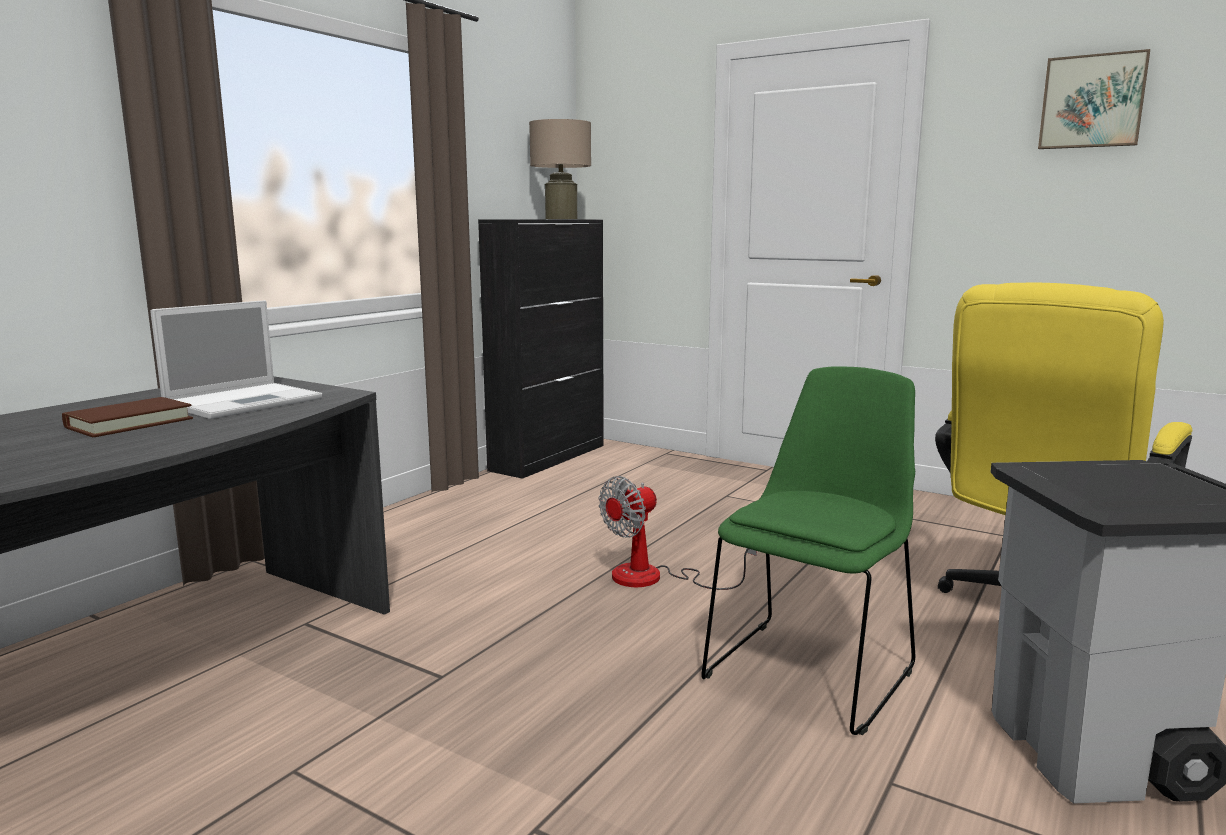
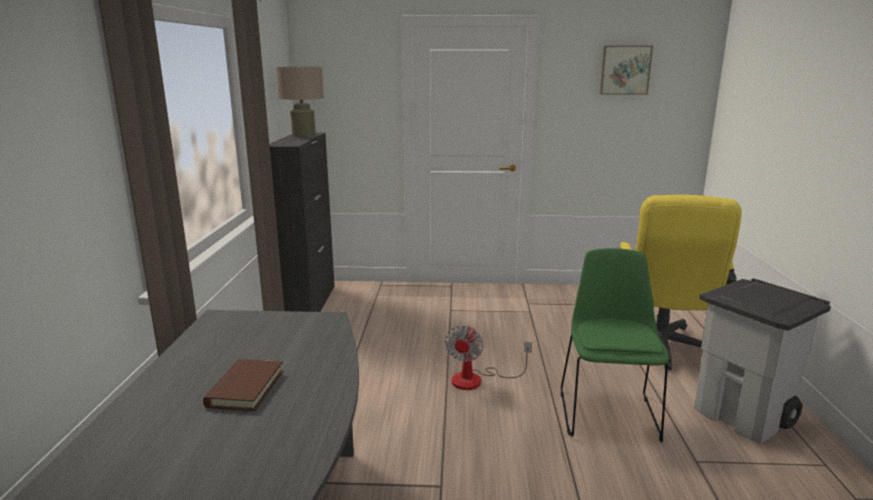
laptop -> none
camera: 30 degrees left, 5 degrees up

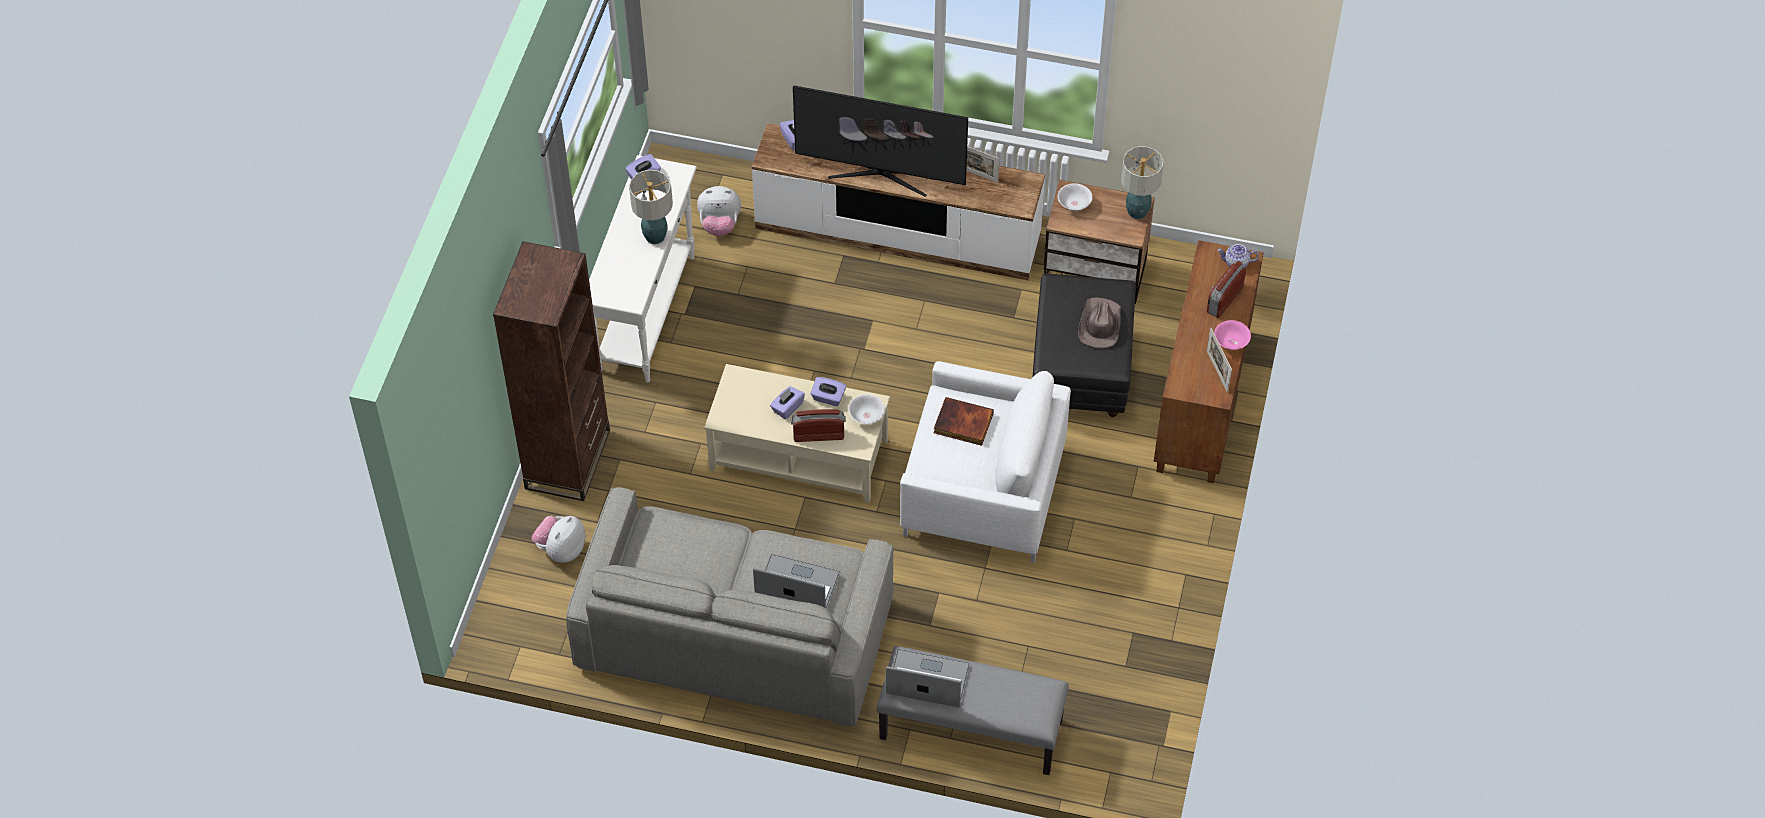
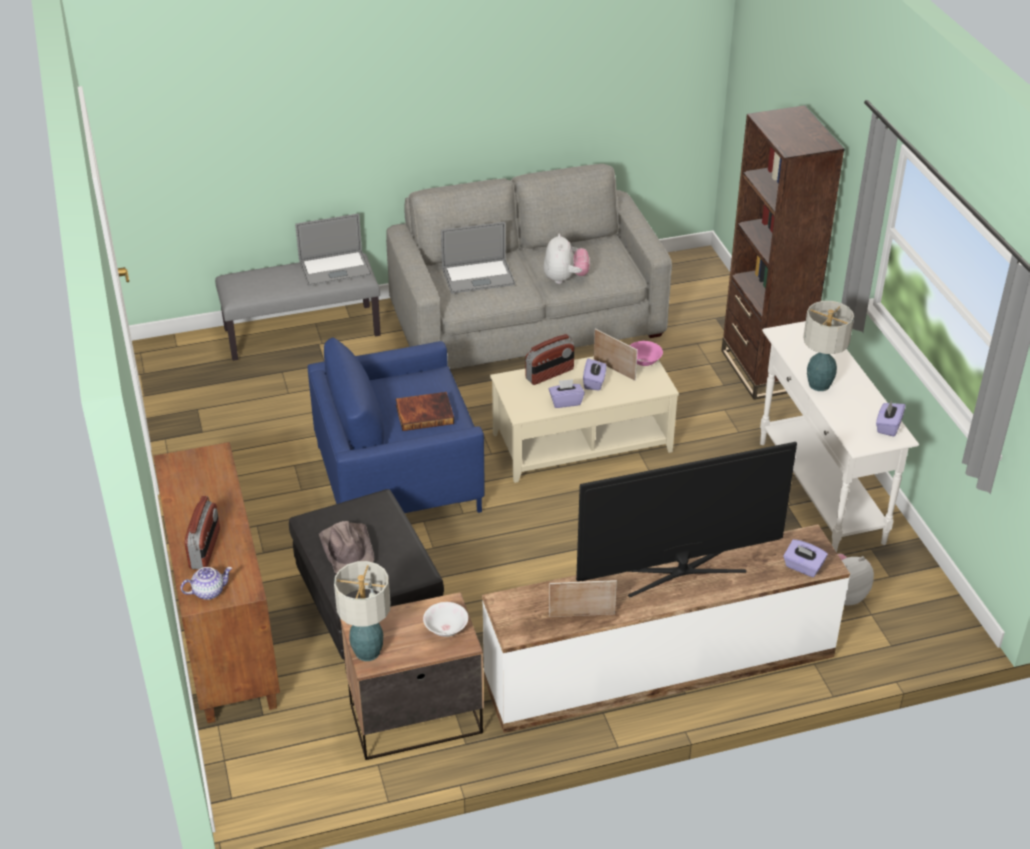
white-coloured armchair -> bluish armchair
cuddly toy (no. 1 from left), shifted
photo frame (no. 2 from left), shifted
pink bowl, shifted
white-coloured bowl (no. 1 from left) -> none
camera: 150 degrees right, 15 degrees down

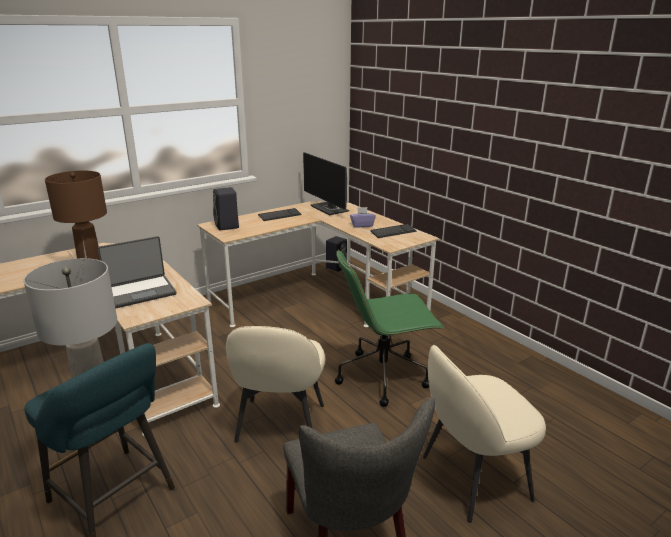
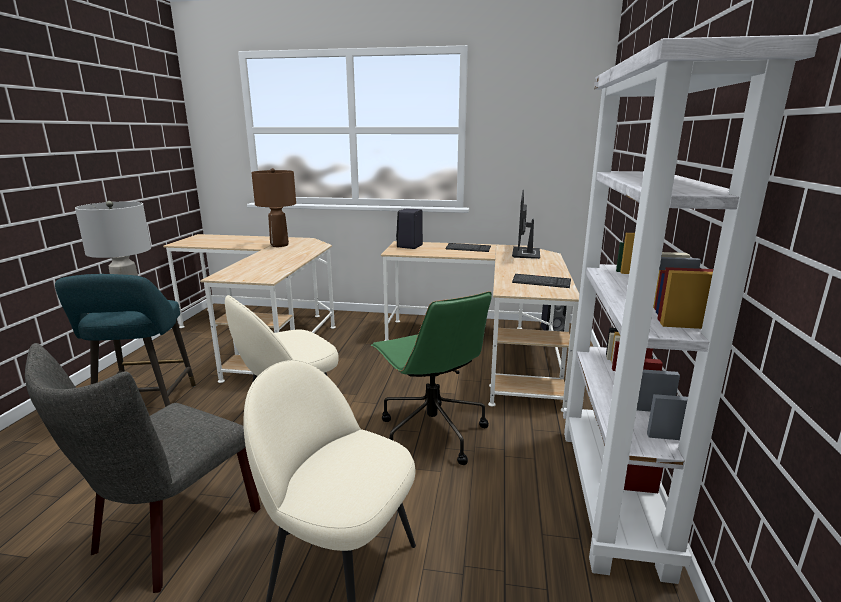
green-coloured computer chair, 150 degrees counterclockwise
none -> white-coloured shelving unit
laptop -> none
purple-coloured box of tissues -> none
camera: 45 degrees right, 5 degrees down

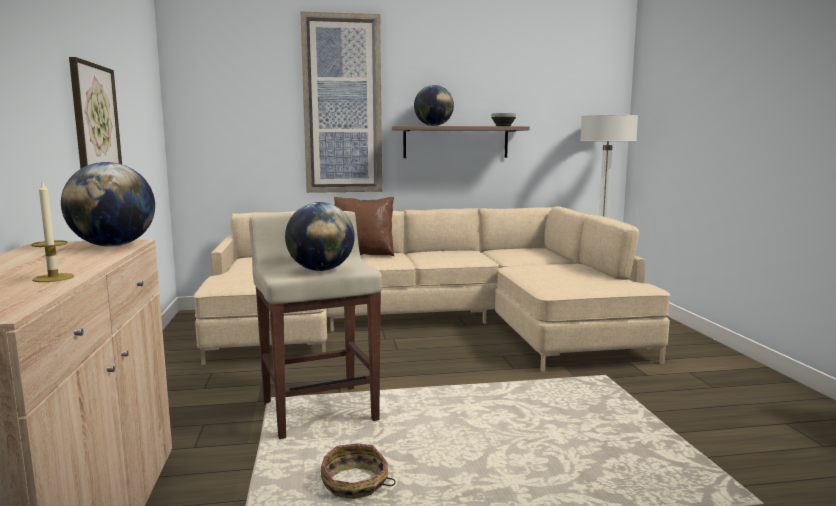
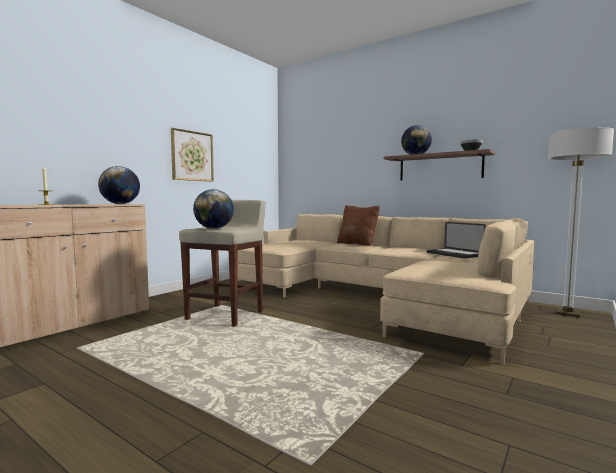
none -> laptop
wall picture (no. 2 from left) -> none
basket -> none
camera: 45 degrees right, 5 degrees down

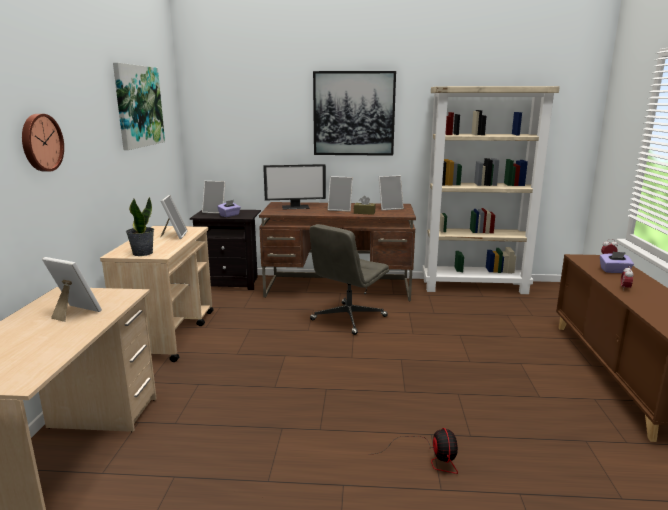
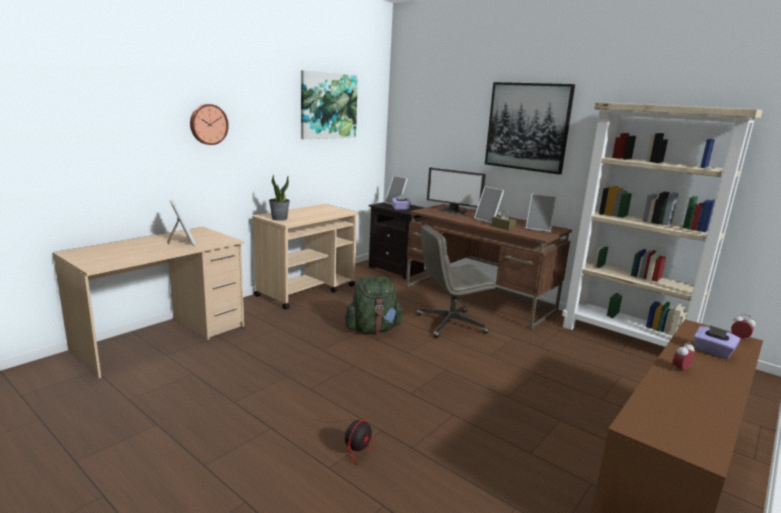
none -> green-coloured backpack
photo frame (no. 2 from left) -> none
camera: 35 degrees right, 0 degrees up

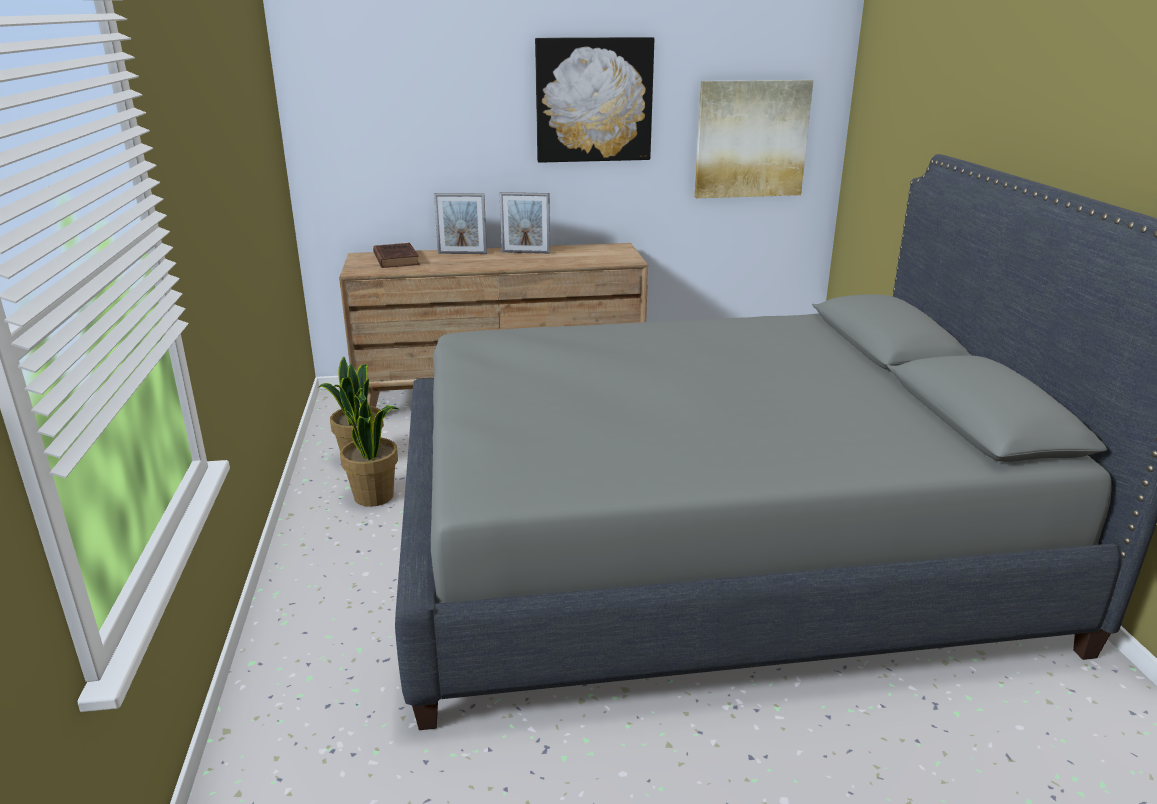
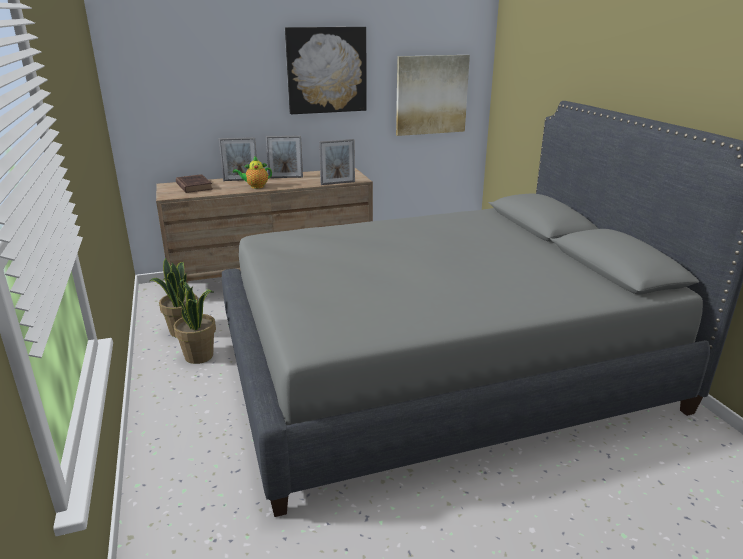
none -> teapot
none -> photo frame (no. 3 from left)
camera: 10 degrees left, 0 degrees up

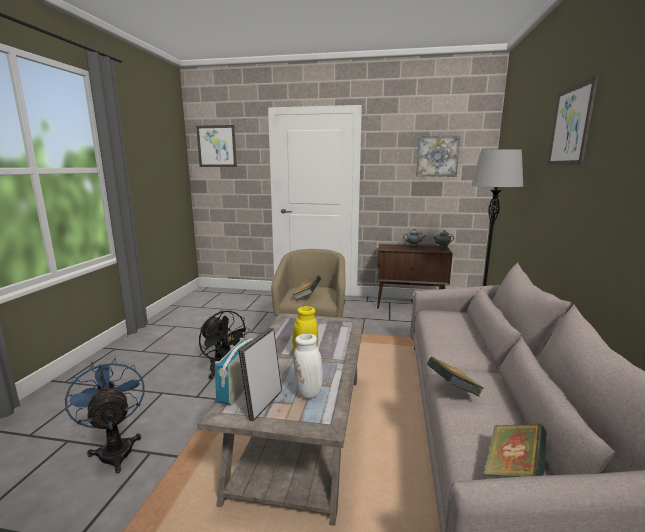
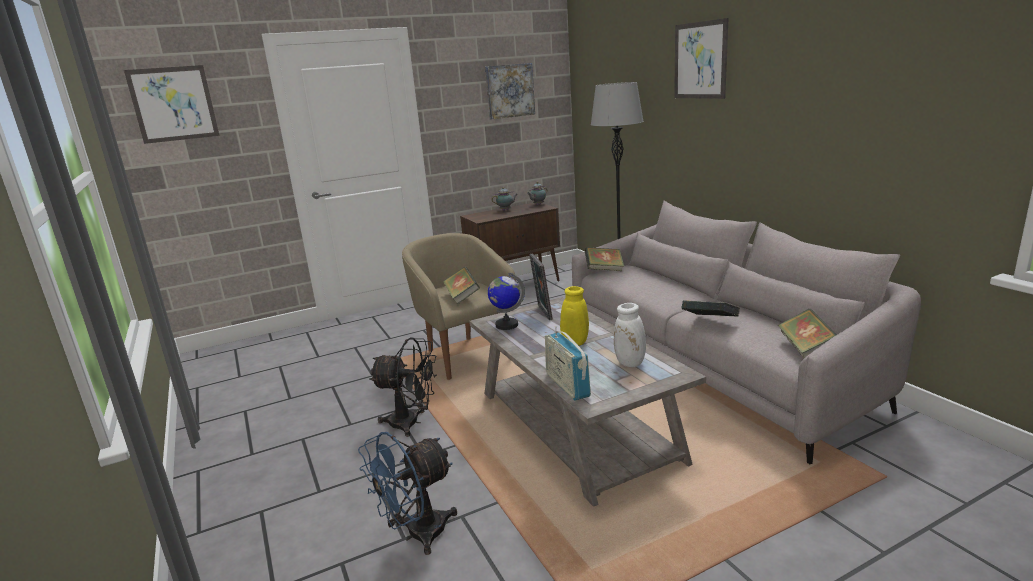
bluish fan, 60 degrees counterclockwise
none -> world globe
photo frame, shifted
none -> book (no. 2 from left)
camera: 35 degrees left, 5 degrees up

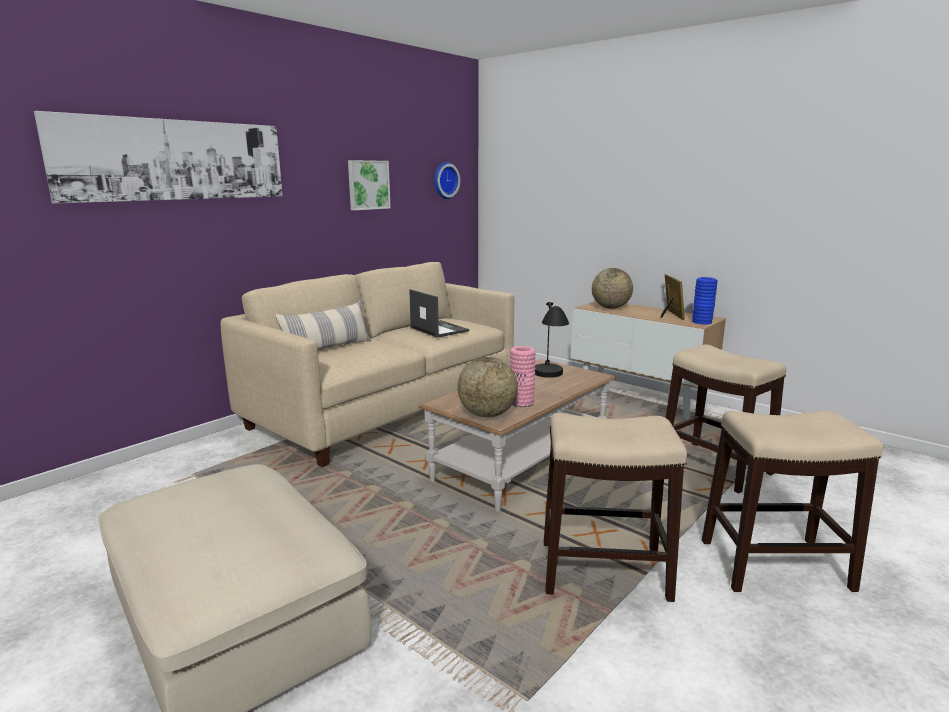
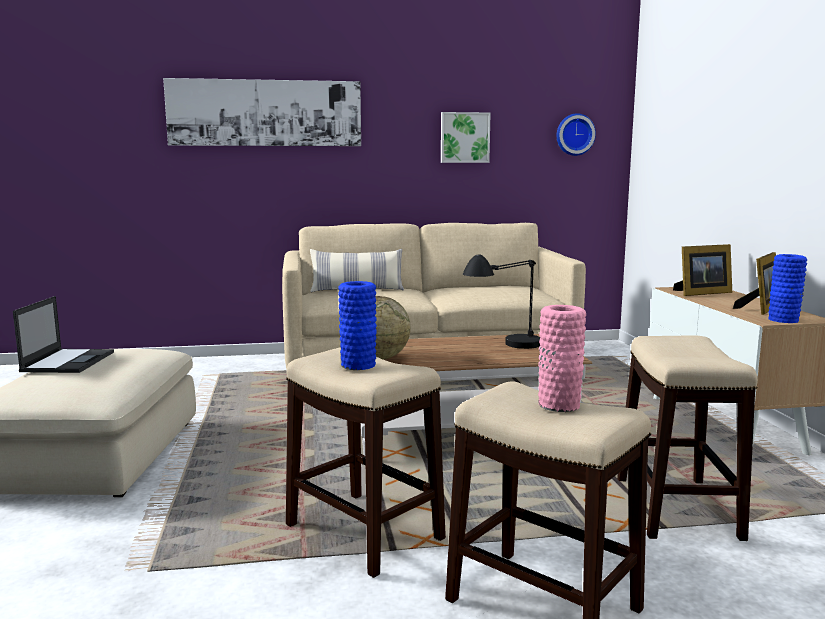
laptop, shifted
none -> bluish flower vase (no. 1 from left)
pink flower vase, shifted
world globe (no. 2 from left) -> photo frame (no. 1 from left)
camera: 40 degrees right, 5 degrees down

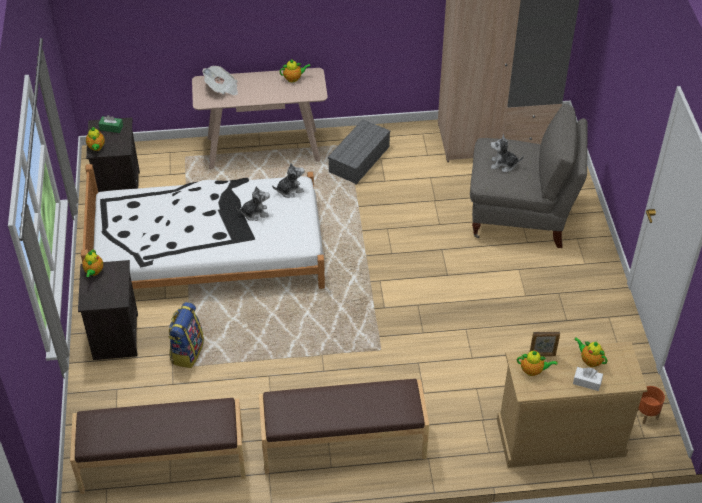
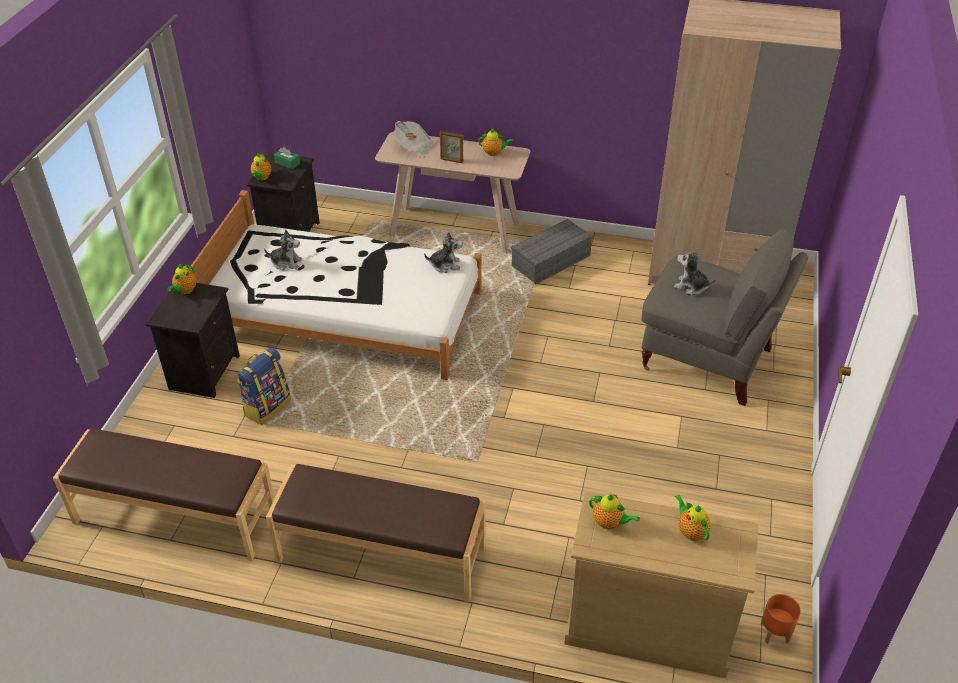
cuddly toy (no. 1 from left), shifted
photo frame, shifted
white-coloured box of tissues -> none
camera: 20 degrees right, 5 degrees down

